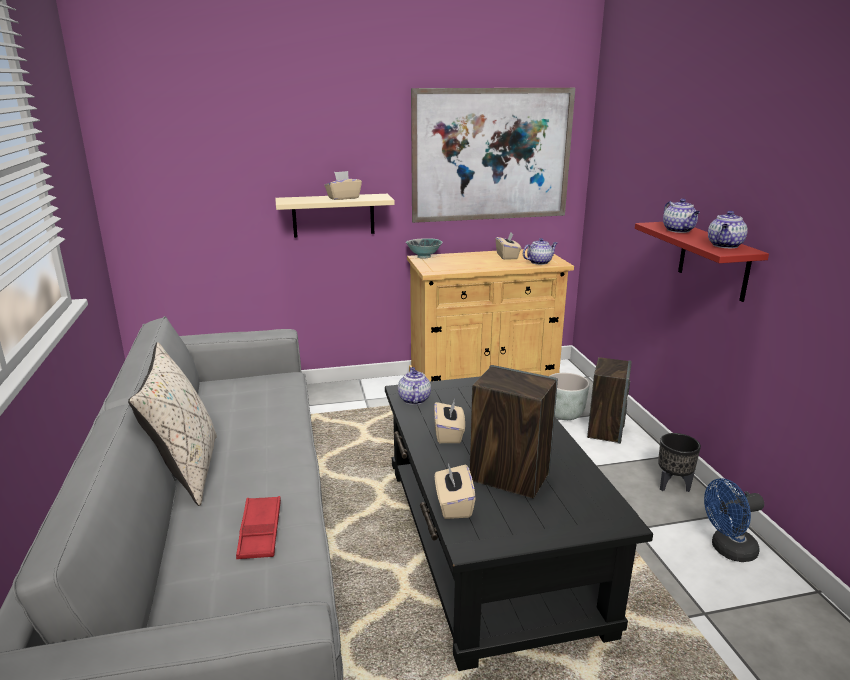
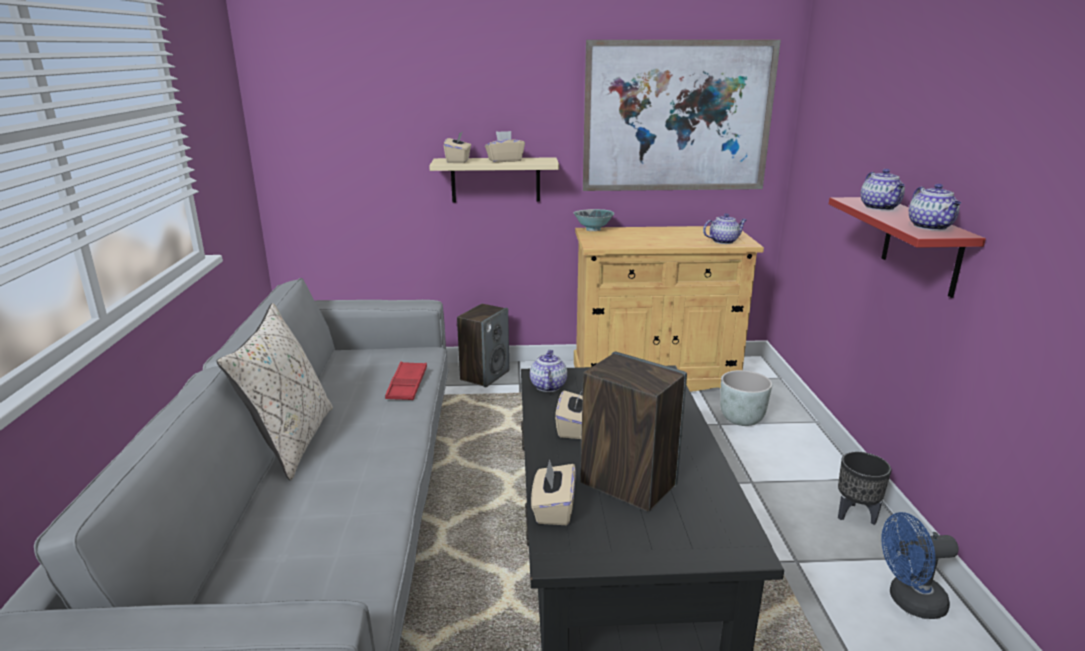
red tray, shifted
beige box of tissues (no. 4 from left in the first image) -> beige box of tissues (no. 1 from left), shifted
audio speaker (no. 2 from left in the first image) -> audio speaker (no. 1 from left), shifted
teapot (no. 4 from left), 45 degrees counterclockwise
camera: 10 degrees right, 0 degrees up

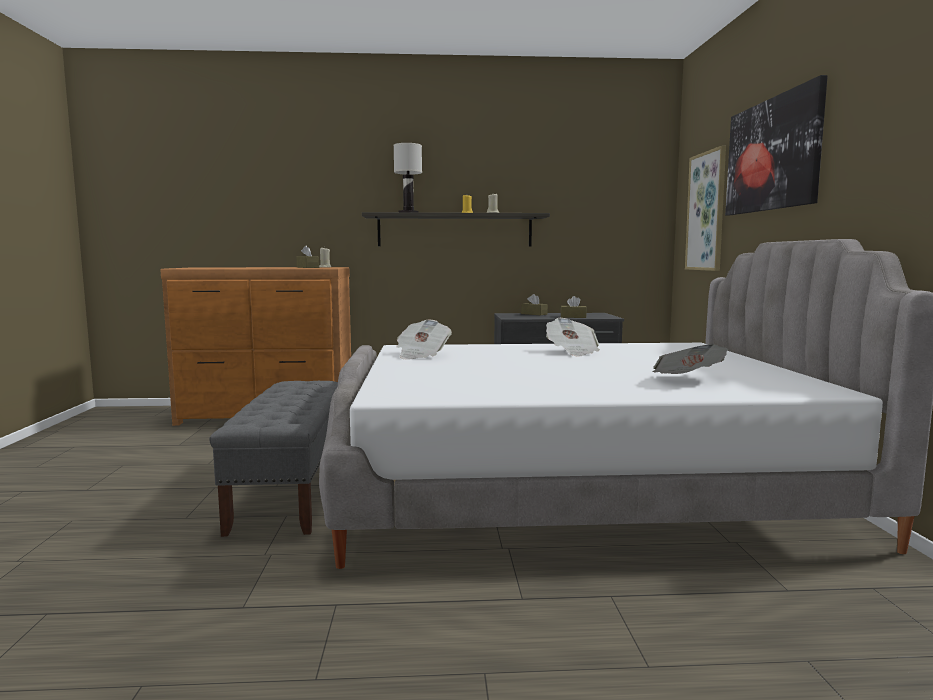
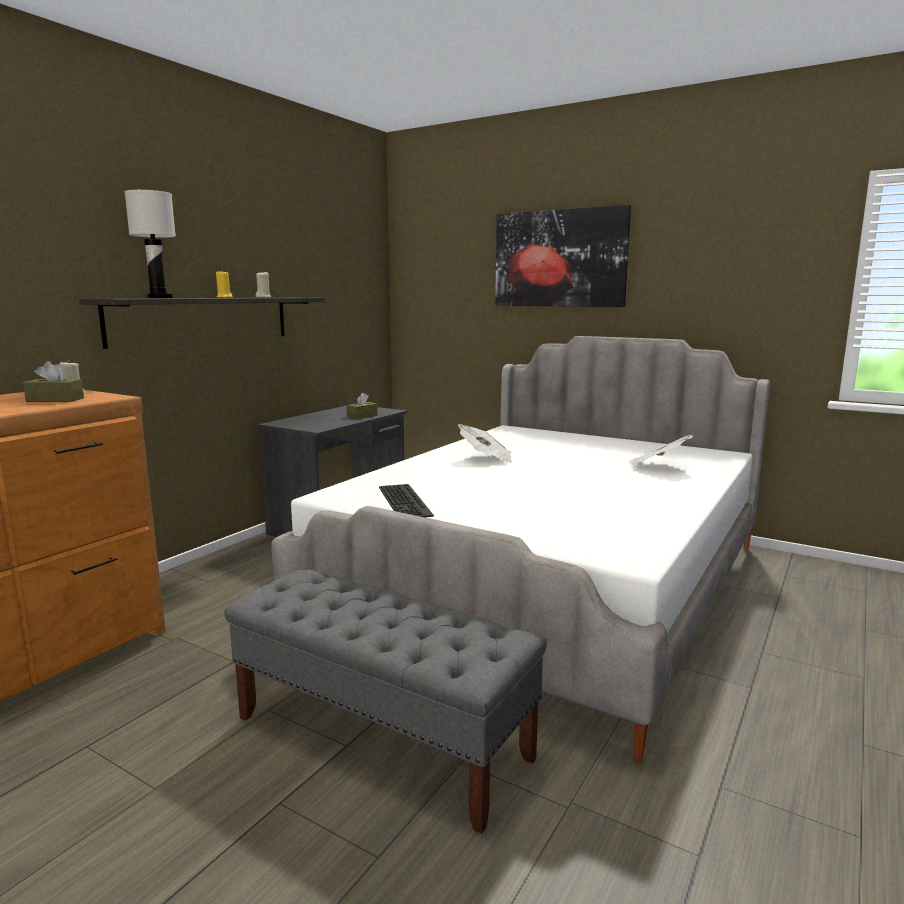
daily paper (no. 1 from left) -> PC keyboard
brown box of tissues (no. 2 from left) -> none
wall picture (no. 1 from left) -> none
camera: 55 degrees left, 5 degrees up

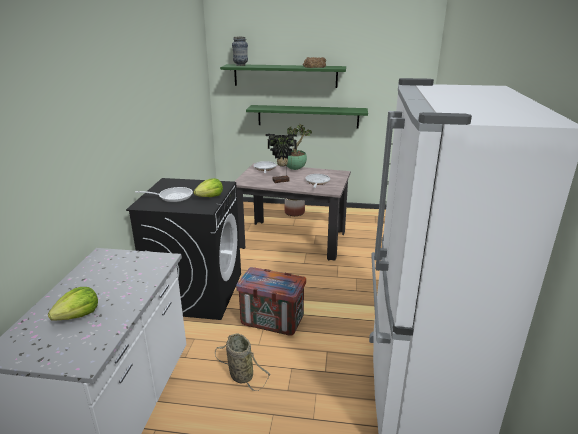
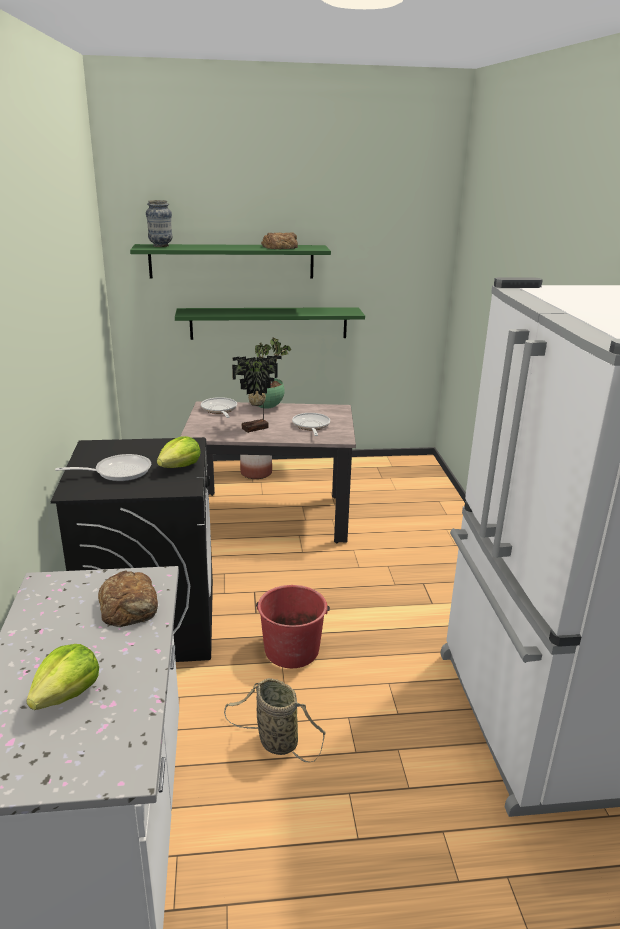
none -> bakery bread (no. 1 from left)
packing crate -> red pail
camera: 15 degrees left, 0 degrees up

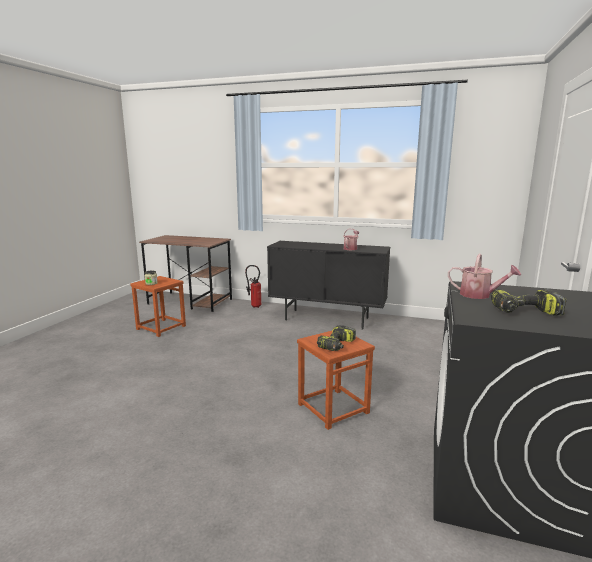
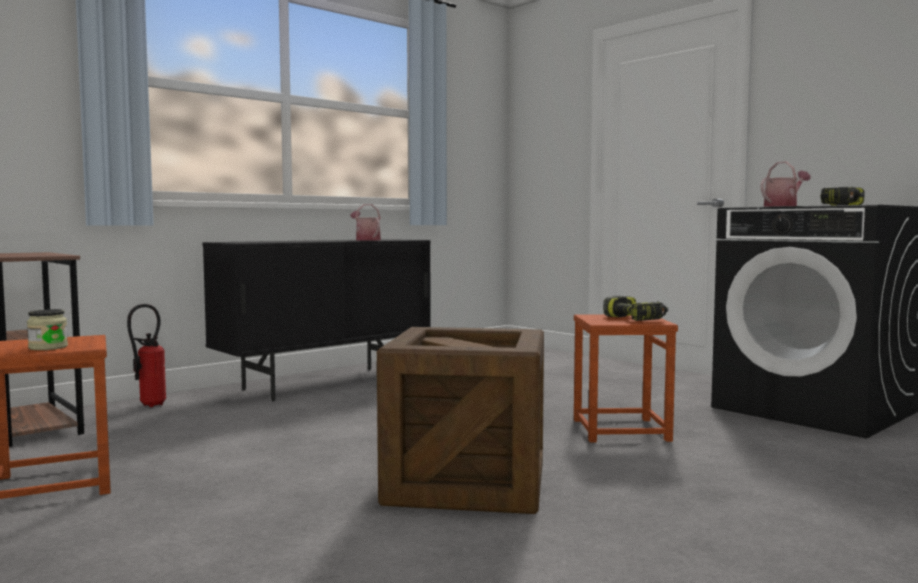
none -> packing crate
camera: 60 degrees left, 10 degrees down

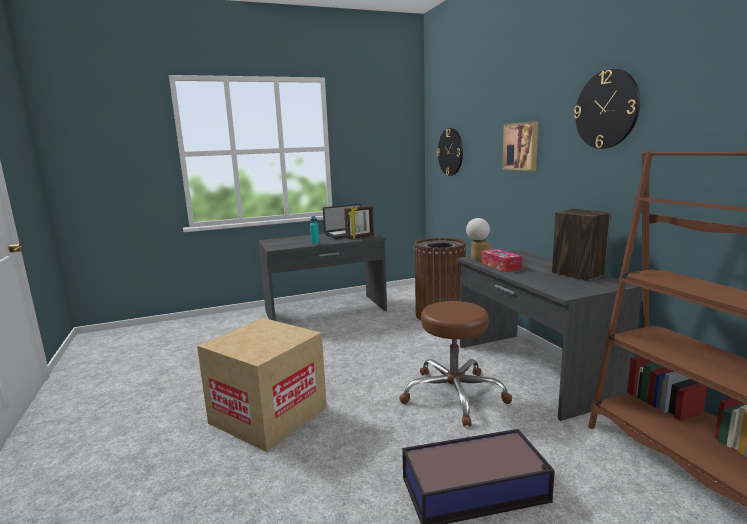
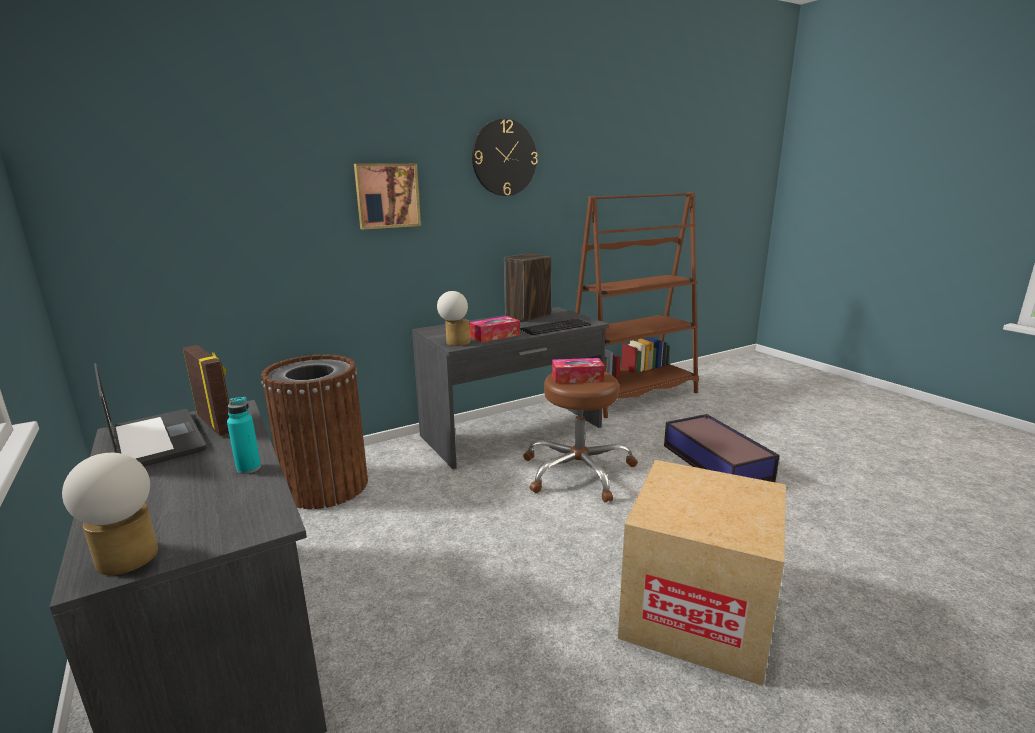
none -> table lamp (no. 1 from left)
none -> PC keyboard
none -> box of tissues (no. 2 from left)
wall clock (no. 1 from left) -> none
camera: 100 degrees left, 5 degrees up

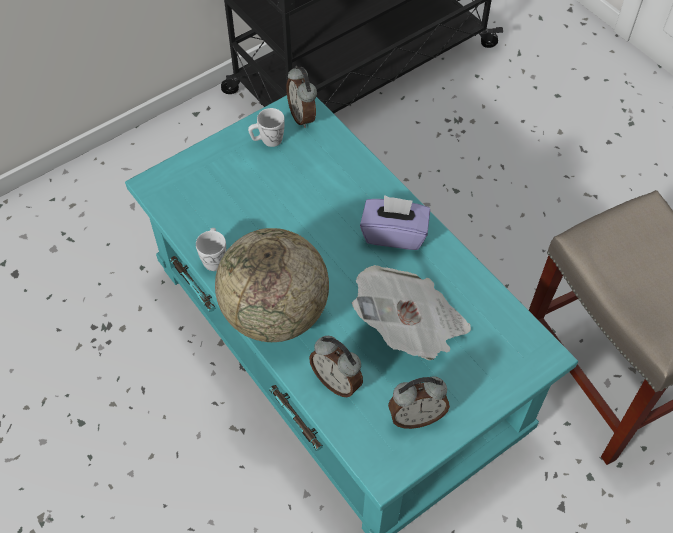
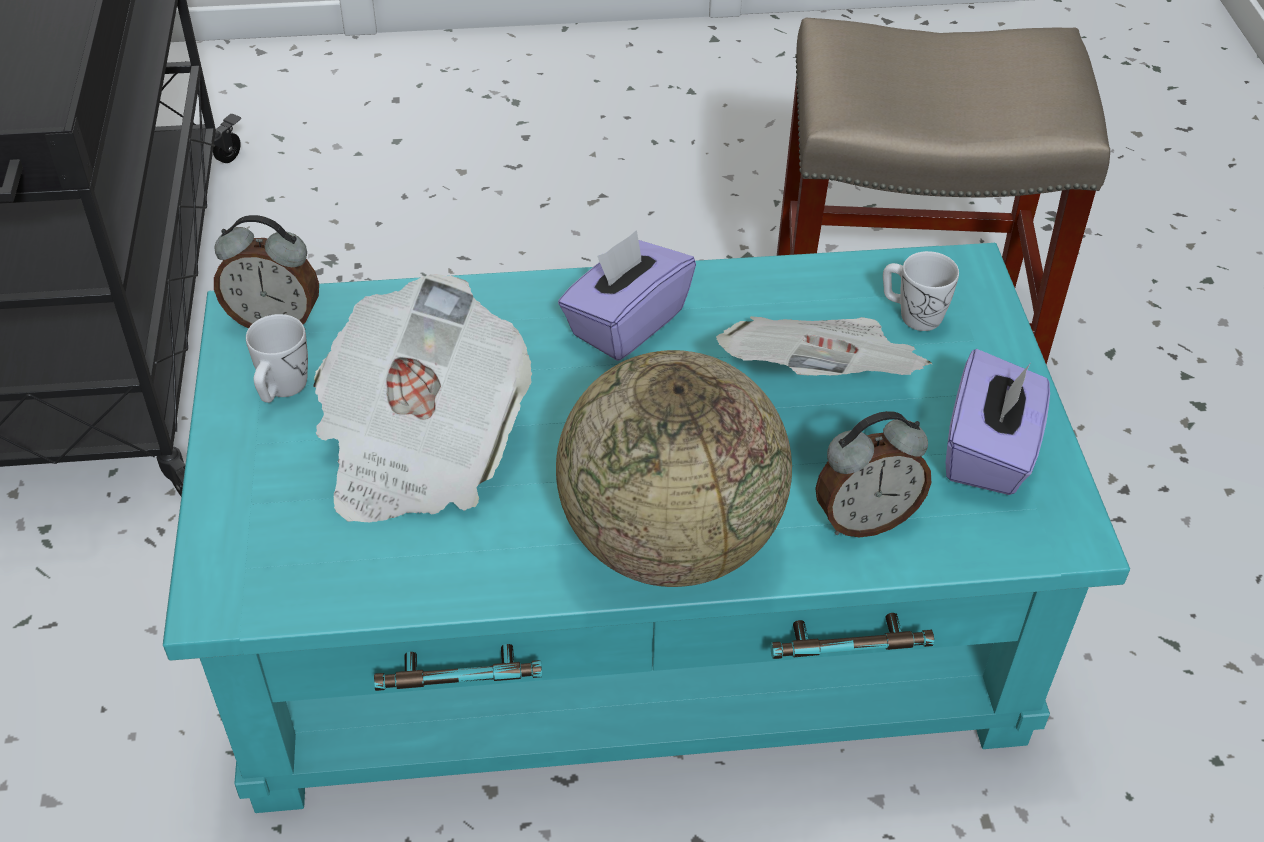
none -> daily paper (no. 1 from left)
white-coloured mug (no. 1 from left in the first image) -> white-coloured mug (no. 2 from left), shifted
alarm clock (no. 3 from left) -> purple-coloured box of tissues (no. 2 from left)
camera: 60 degrees left, 10 degrees down

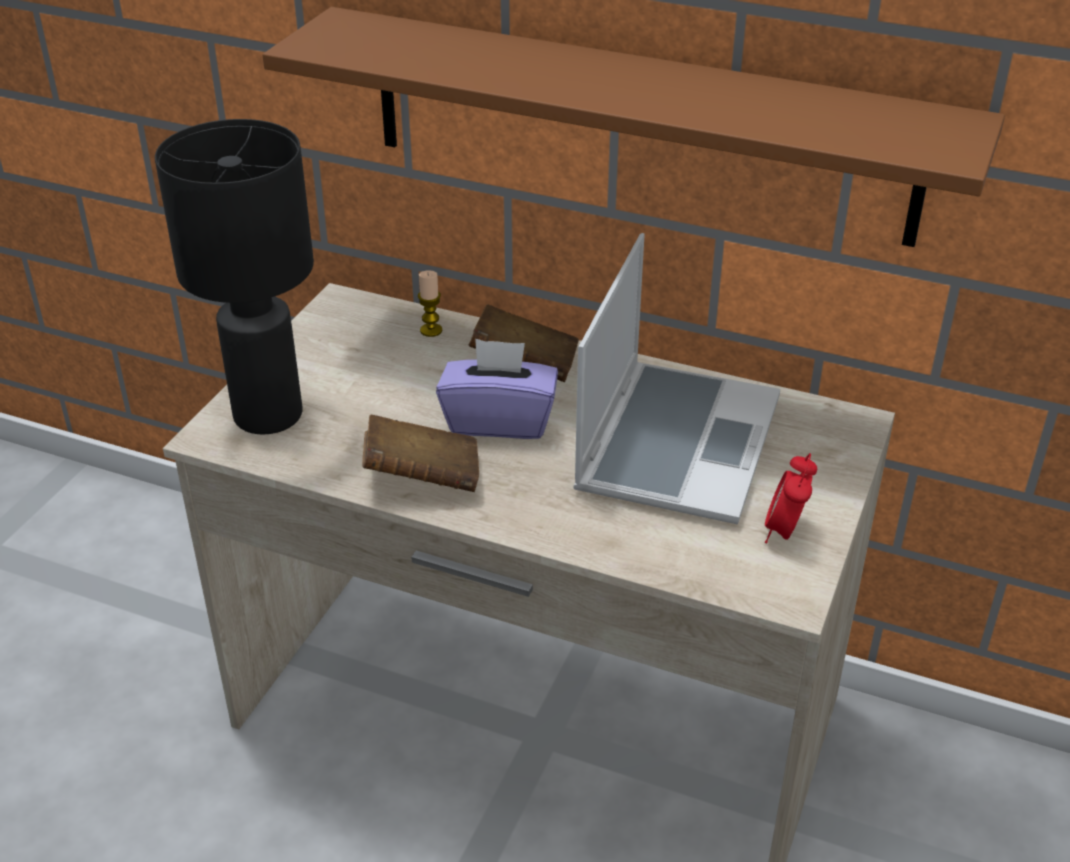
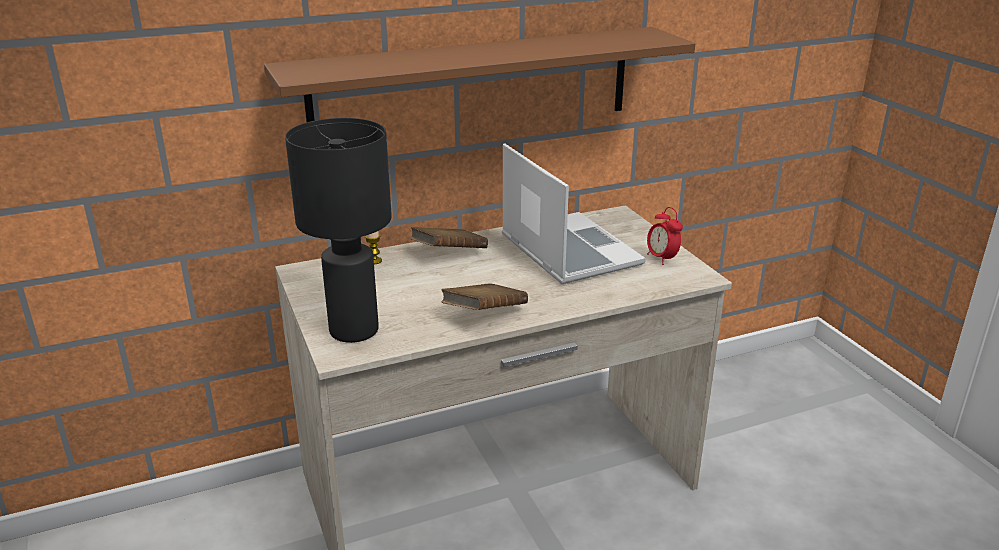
purple-coloured box of tissues -> none
camera: 45 degrees left, 10 degrees down

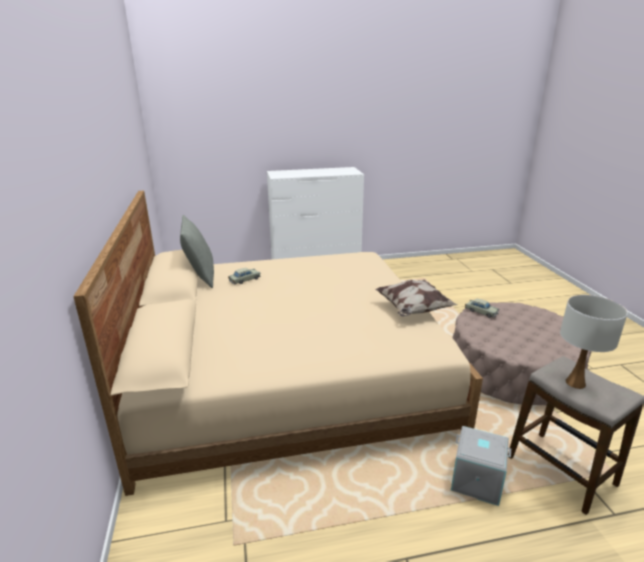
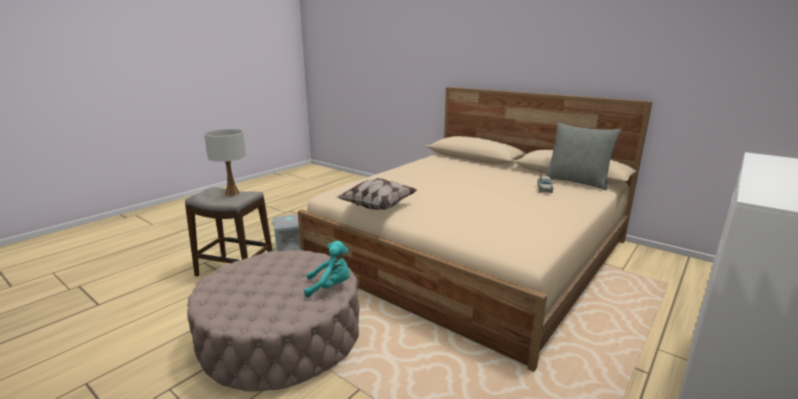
beige miniature car (no. 2 from left) -> turquoise cuddly toy
camera: 140 degrees right, 5 degrees down

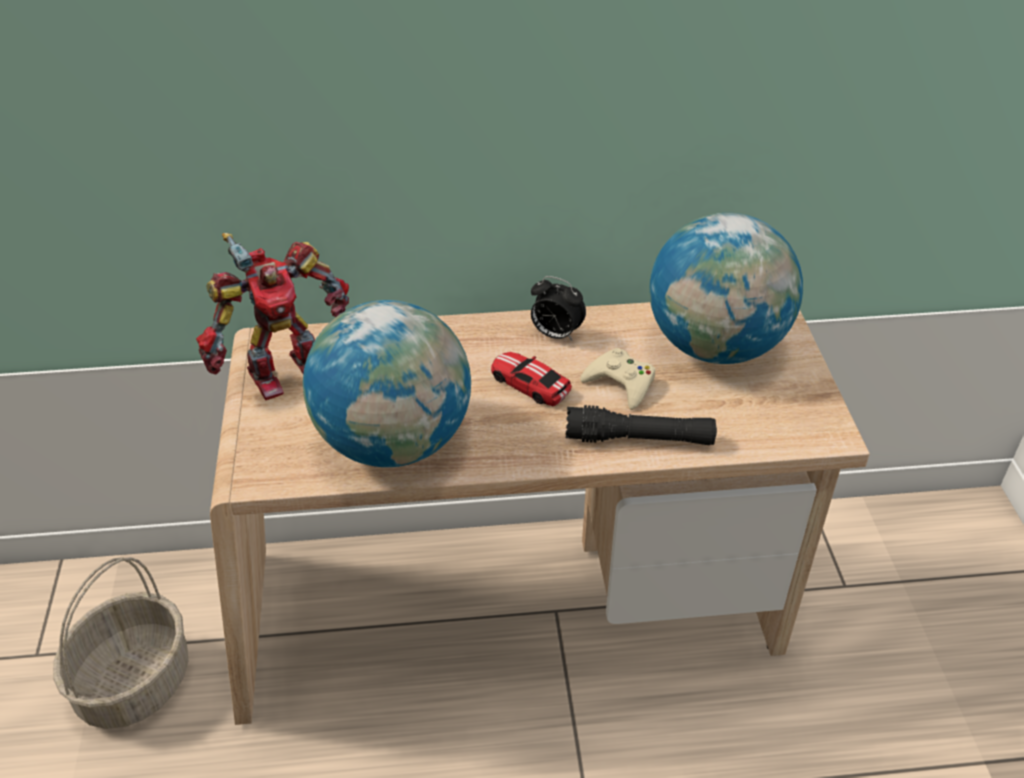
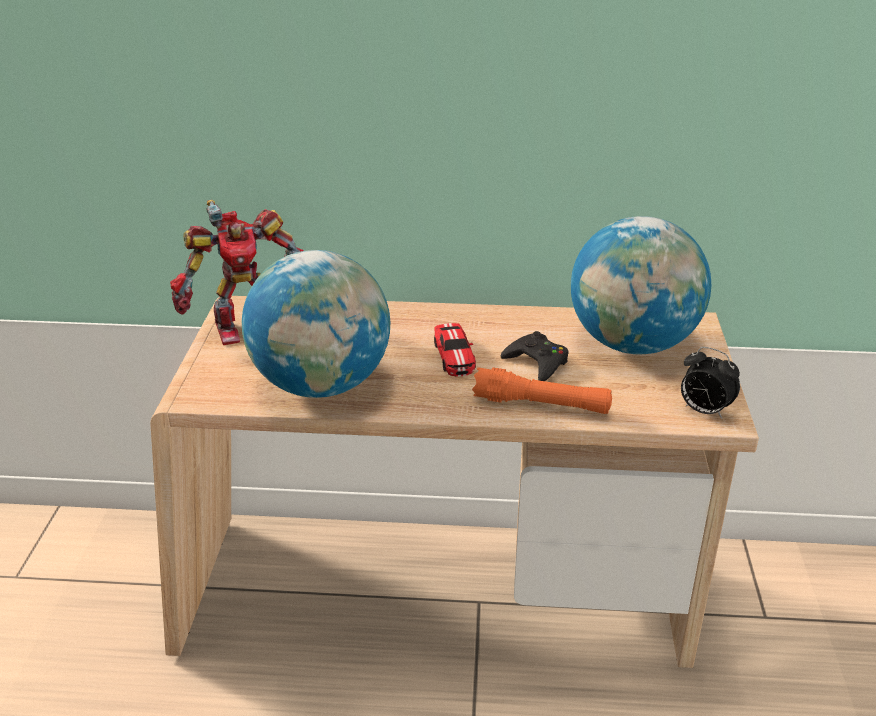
miniature car, 150 degrees counterclockwise
black-coloured hand torch -> orangey hand torch
beige joypad -> black-coloured joypad
alarm clock, shifted
basket -> none
camera: 10 degrees right, 10 degrees down

